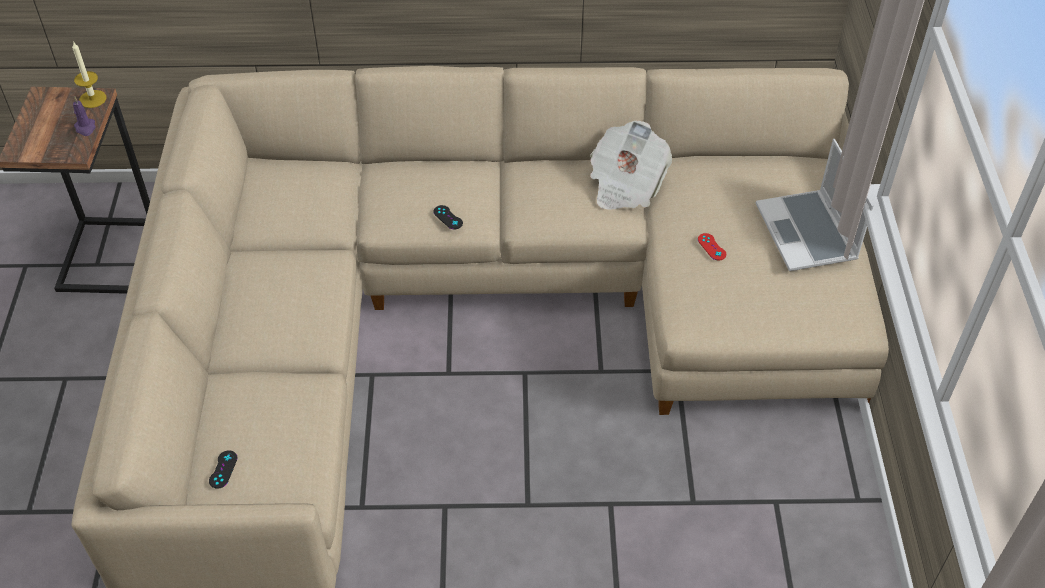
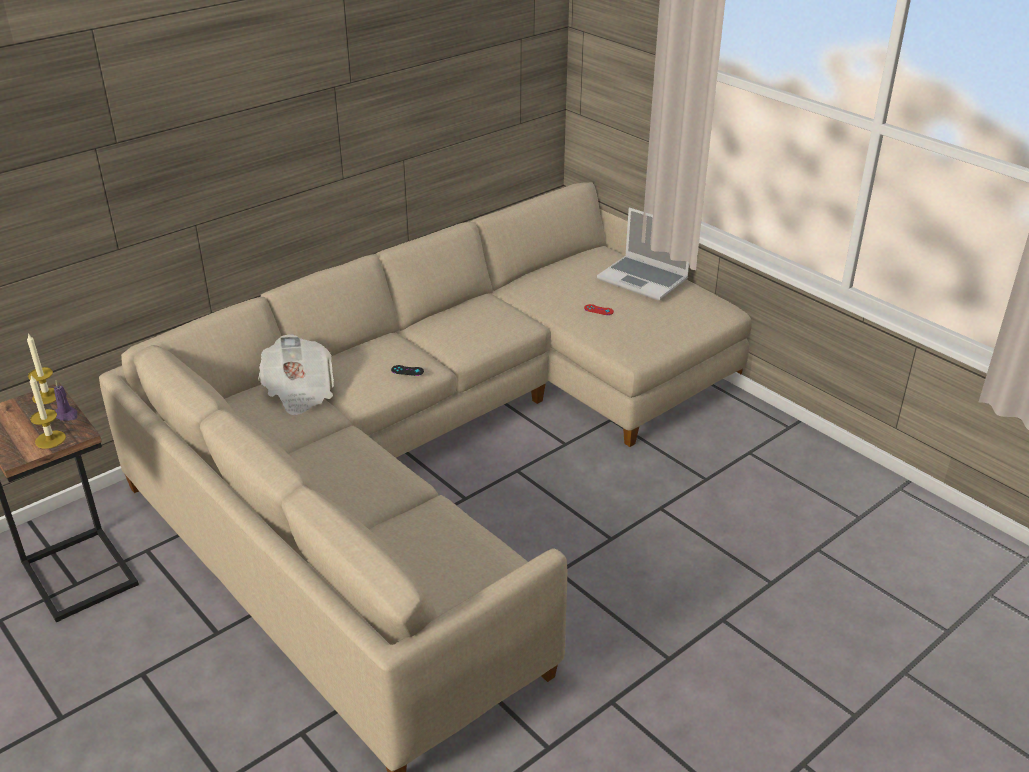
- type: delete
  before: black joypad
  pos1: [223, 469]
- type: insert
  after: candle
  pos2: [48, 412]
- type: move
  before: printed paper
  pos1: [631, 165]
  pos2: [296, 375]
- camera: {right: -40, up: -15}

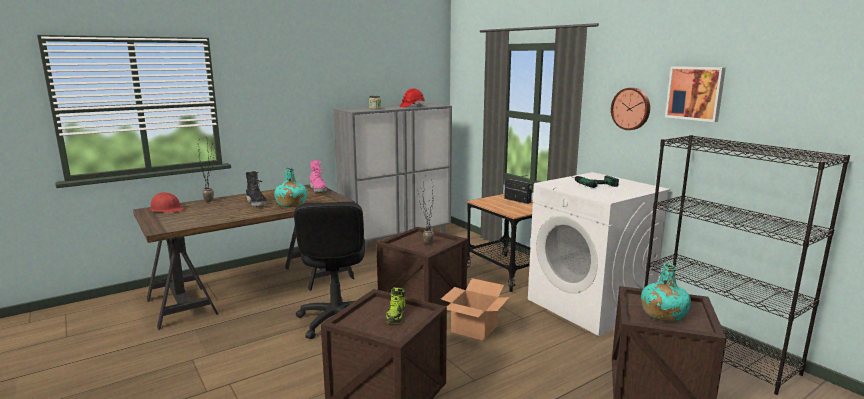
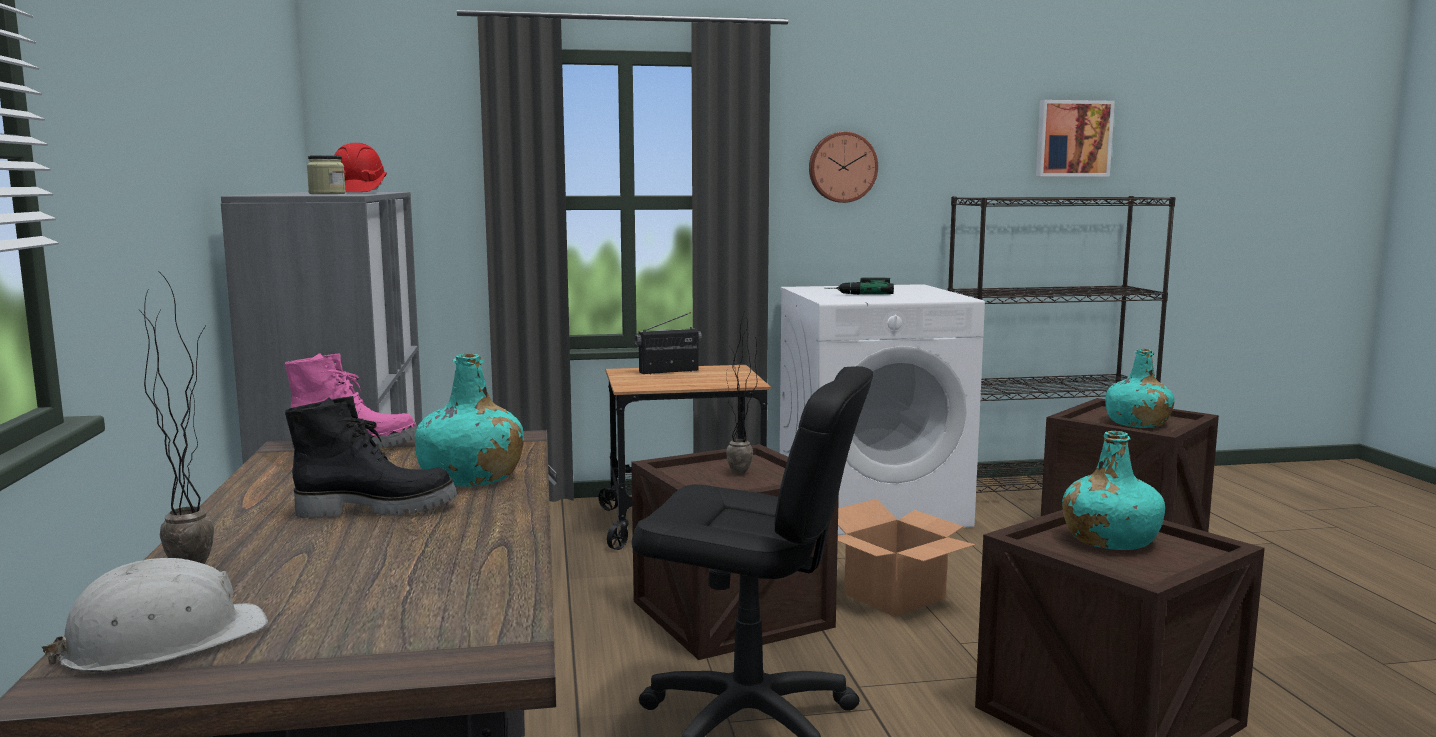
- type: move
  before: picture
  pos1: [695, 94]
  pos2: [1075, 138]
- type: replace
  before: item of footwear
  after: blue-green beverage bottle
  pos1: [395, 305]
  pos2: [1113, 490]
- type: recolor
  before: red-coloured safety helmet
  after: whitish safety helmet
  pos1: [167, 203]
  pos2: [155, 615]
- camera: {right: -65, up: -5}

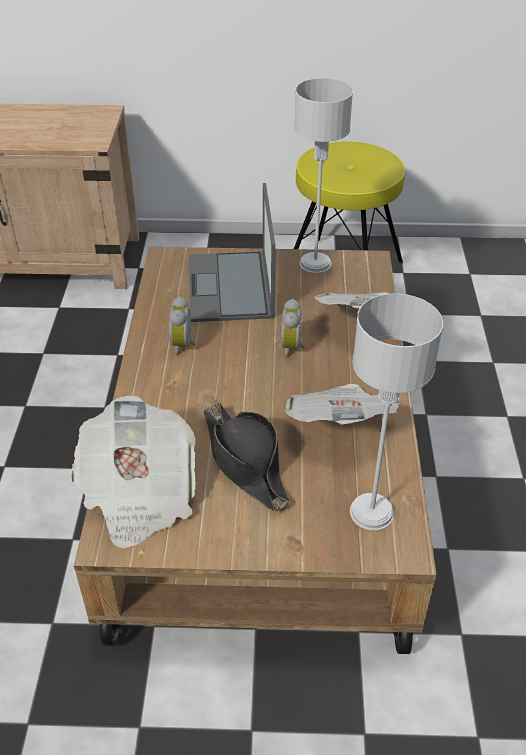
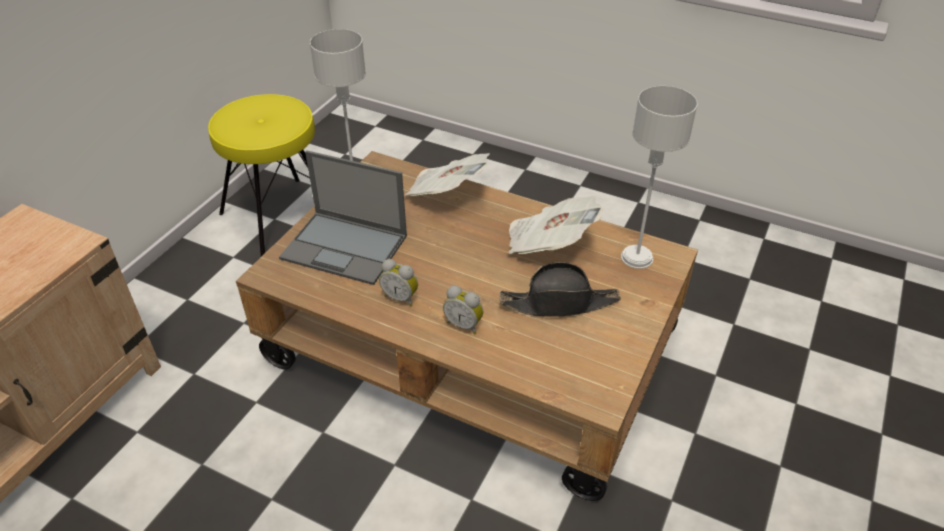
- type: delete
  before: printed paper
  pos1: [133, 472]
- type: move
  before: bedside clock
  pos1: [293, 328]
  pos2: [463, 309]
- camera: {right: -65, up: 0}

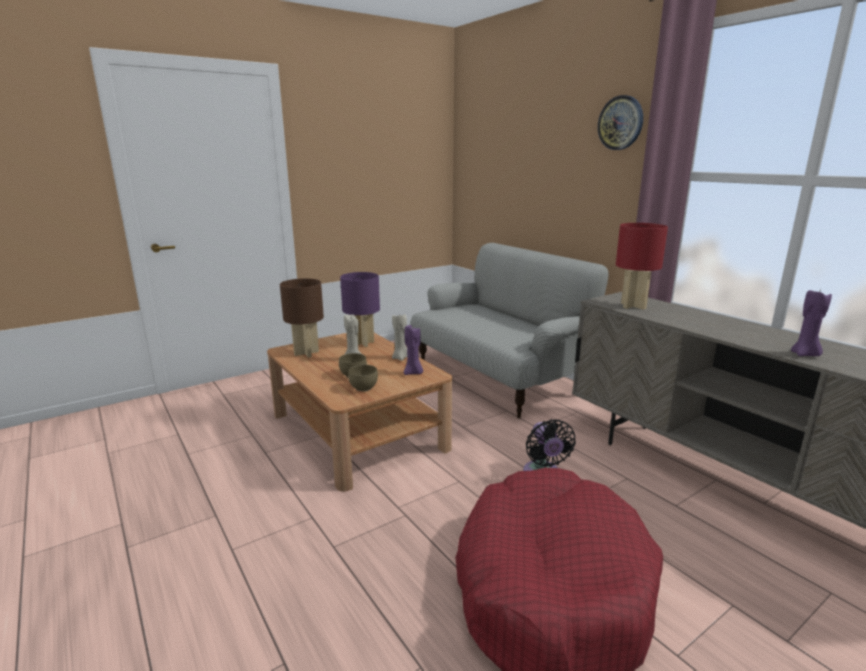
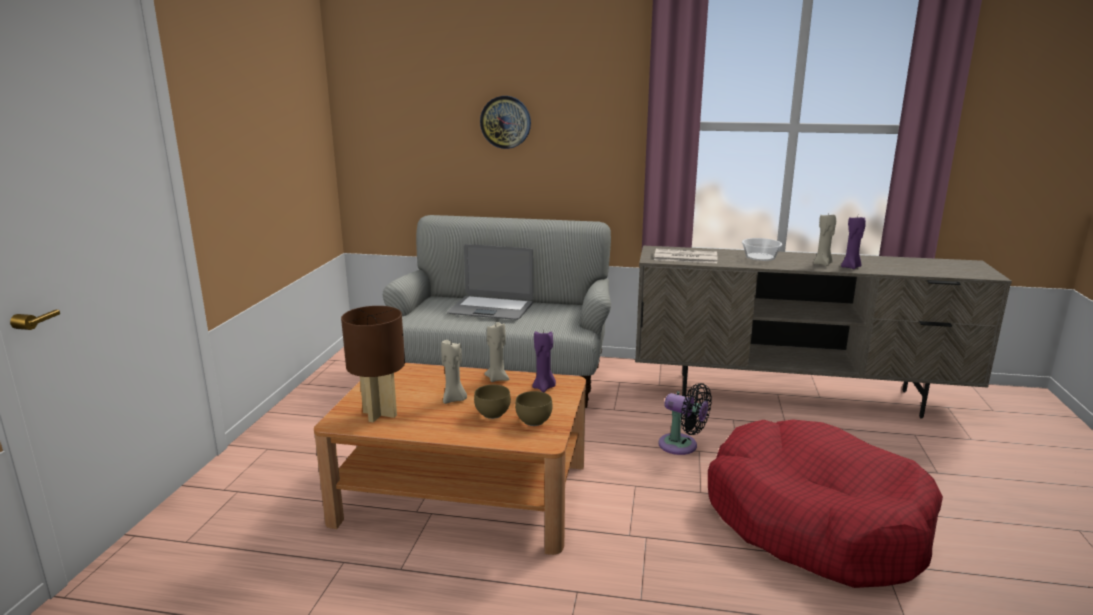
- type: delete
  before: purple-coloured table lamp
  pos1: [360, 309]
- type: insert
  after: notebook computer
  pos2: [490, 282]
- type: insert
  after: bowl
  pos2: [762, 249]
- type: insert
  after: beige candle
  pos2: [824, 240]
- type: move
  before: clock on the wall
  pos1: [620, 122]
  pos2: [505, 122]
- type: replace
  before: red-coloured table lamp
  after: printed paper
  pos1: [642, 266]
  pos2: [685, 256]
- camera: {right: -45, up: 0}

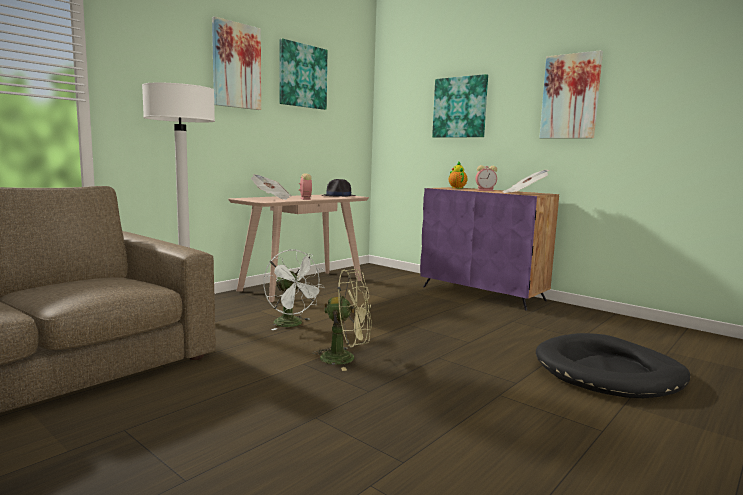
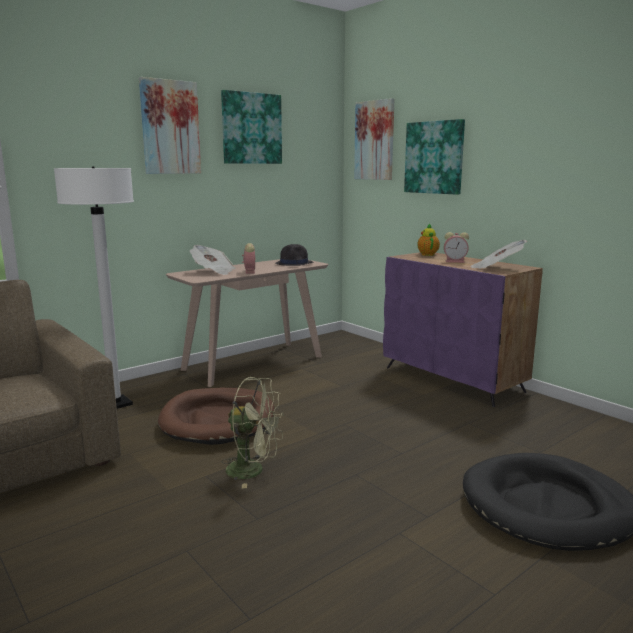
- type: move
  before: picture
  pos1: [571, 94]
  pos2: [374, 139]
- type: replace
  before: whitish fan
  after: brownish dog bed
  pos1: [294, 289]
  pos2: [216, 416]
- camera: {right: 10, up: 5}

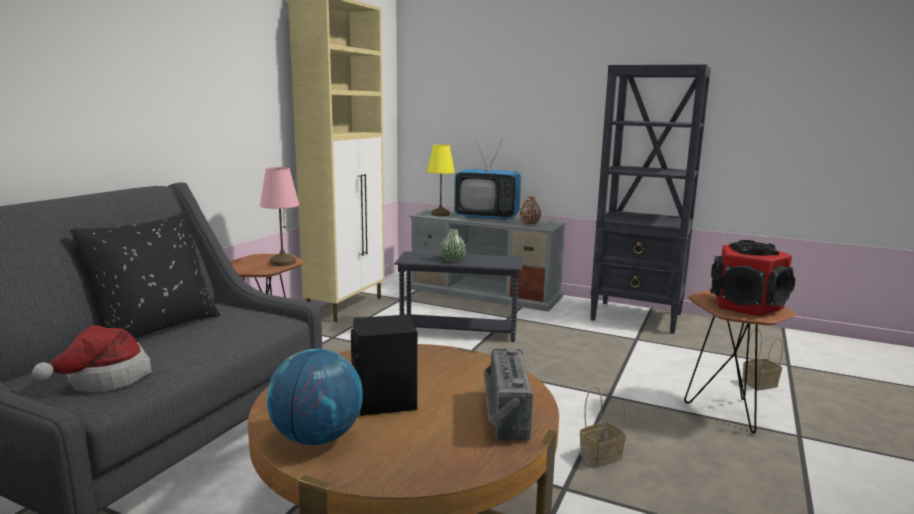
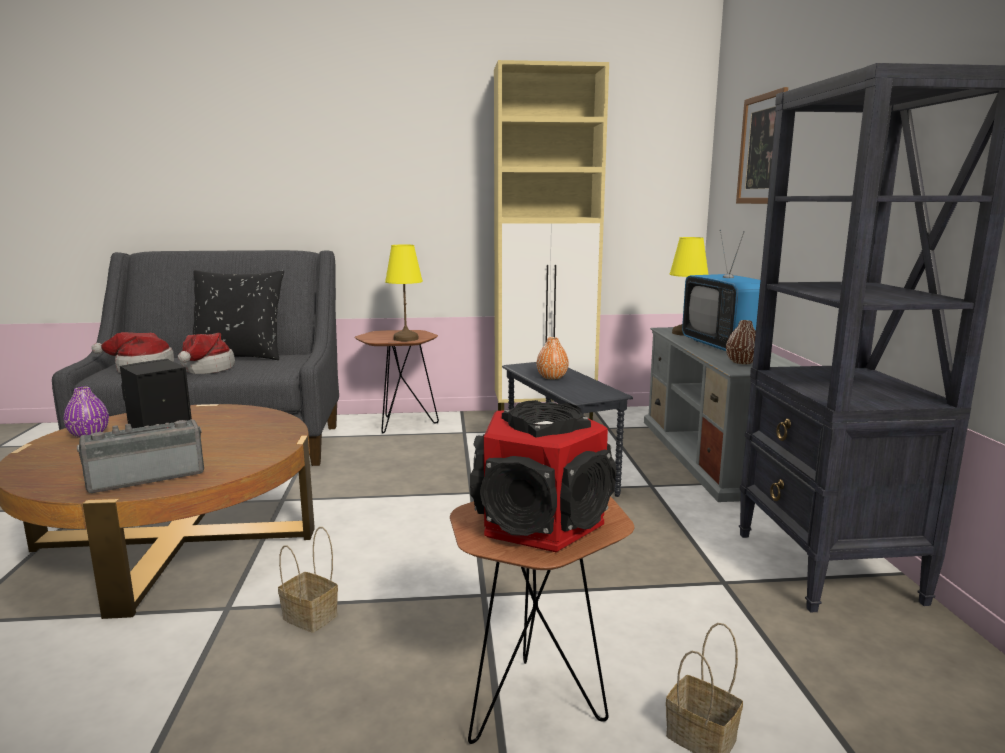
- type: insert
  after: wearable hat
  pos2: [206, 353]
- type: insert
  after: picture
  pos2: [762, 145]
- type: replace
  before: globe
  after: purple-coloured flower vase
  pos1: [314, 397]
  pos2: [86, 412]
- type: recolor
  before: pinkish table lamp
  after: yellow table lamp
  pos1: [279, 216]
  pos2: [404, 292]
- type: recolor
  before: greenish flower vase
  after: orangey flower vase
  pos1: [452, 245]
  pos2: [553, 358]
- camera: {right: 60, up: 0}

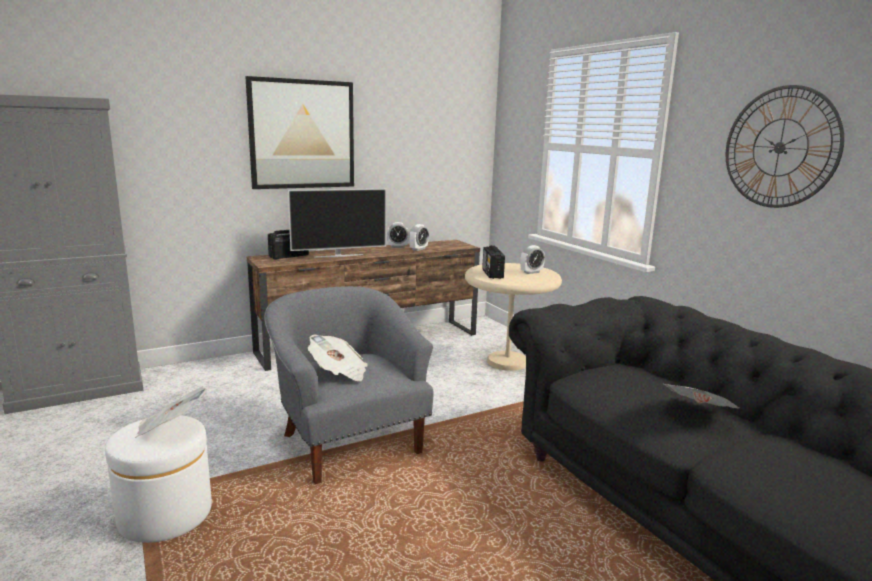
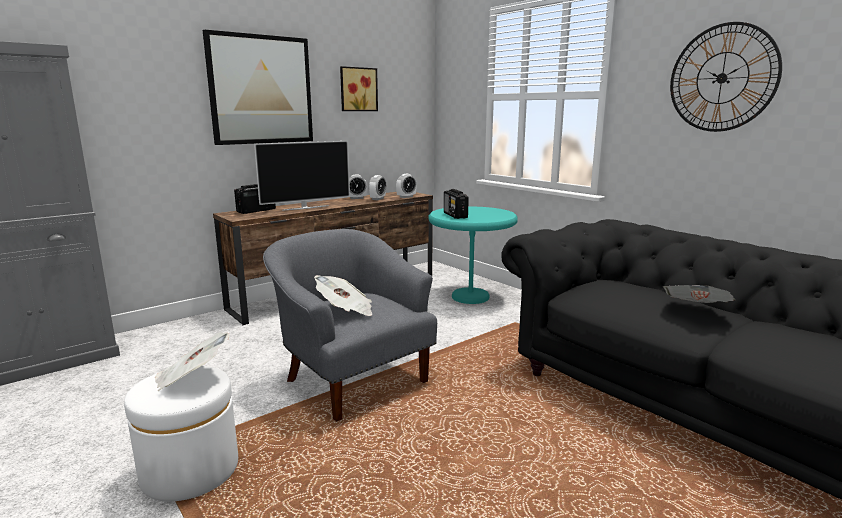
- type: insert
  after: picture
  pos2: [359, 88]
- type: move
  before: bedside clock
  pos1: [532, 259]
  pos2: [406, 186]
- type: recolor
  before: beige end table
  after: blue-green end table
  pos1: [513, 317]
  pos2: [473, 255]
- camera: {right: -10, up: 0}

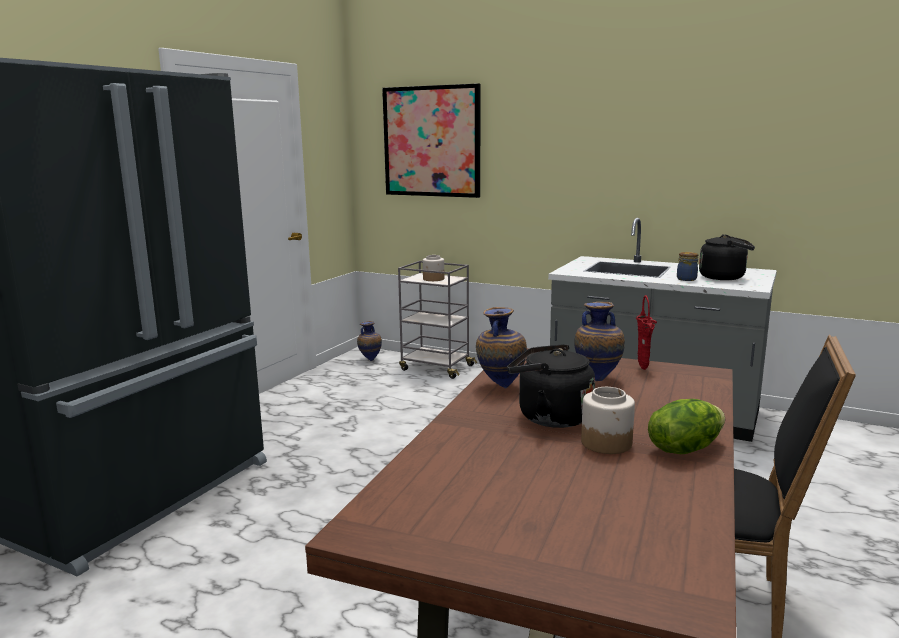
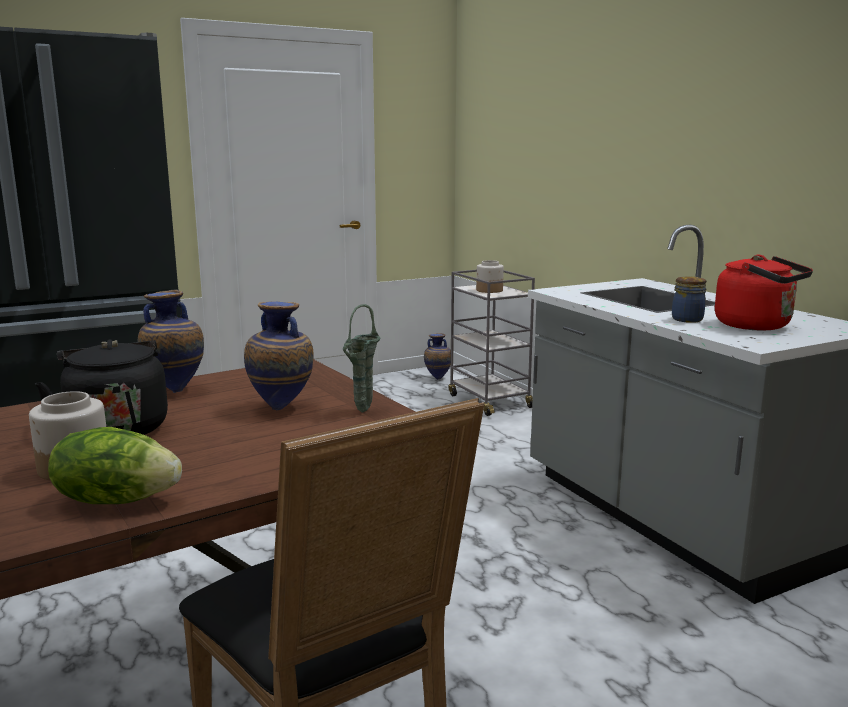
- type: delete
  before: picture
  pos1: [431, 140]
- type: recolor
  before: red-coloured flower vase
  after: greenish flower vase
  pos1: [646, 332]
  pos2: [361, 358]
- type: recolor
  before: black water kettle
  after: red-coloured water kettle
  pos1: [727, 257]
  pos2: [764, 293]
- camera: {right: 35, up: 0}

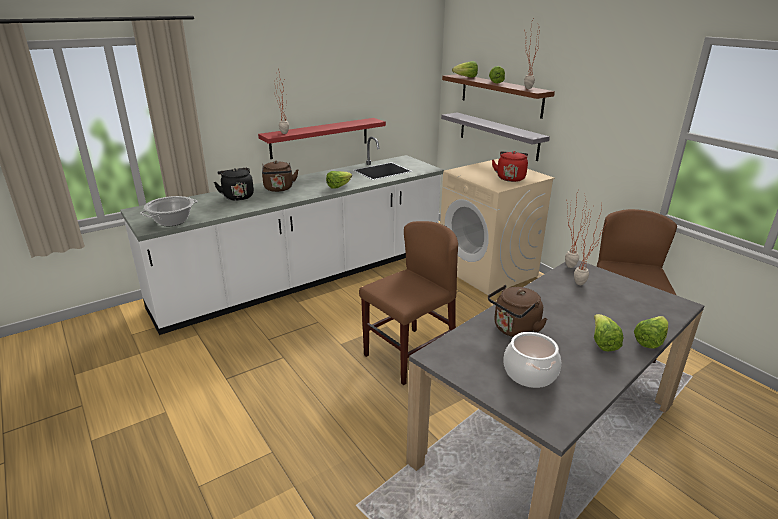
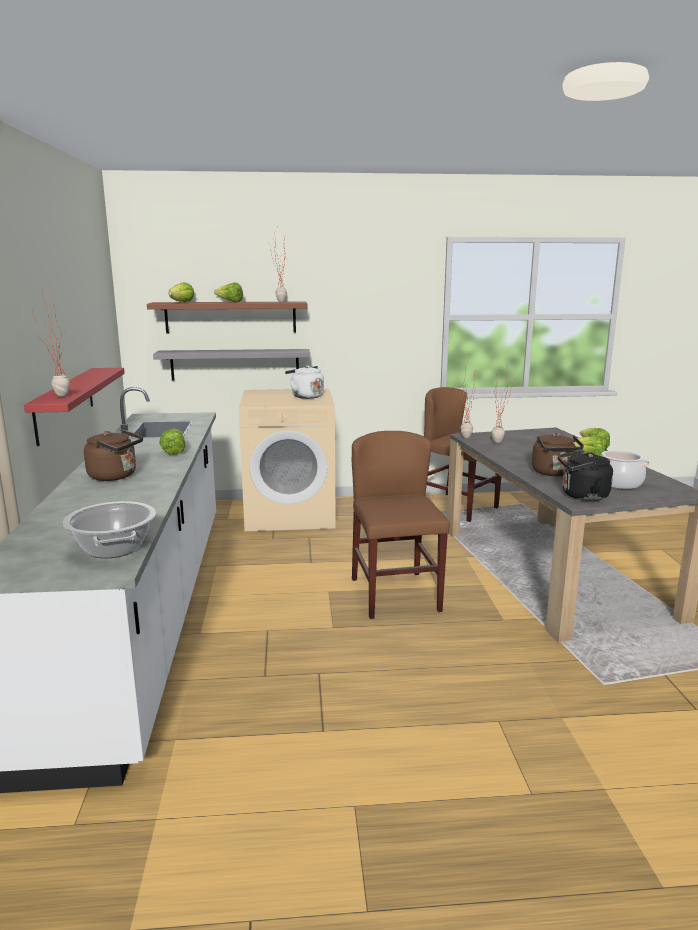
- type: move
  before: black water kettle
  pos1: [234, 184]
  pos2: [585, 475]
- type: recolor
  before: red-coloured water kettle
  after: whitish water kettle
  pos1: [510, 166]
  pos2: [304, 382]
- camera: {right: -60, up: -10}

